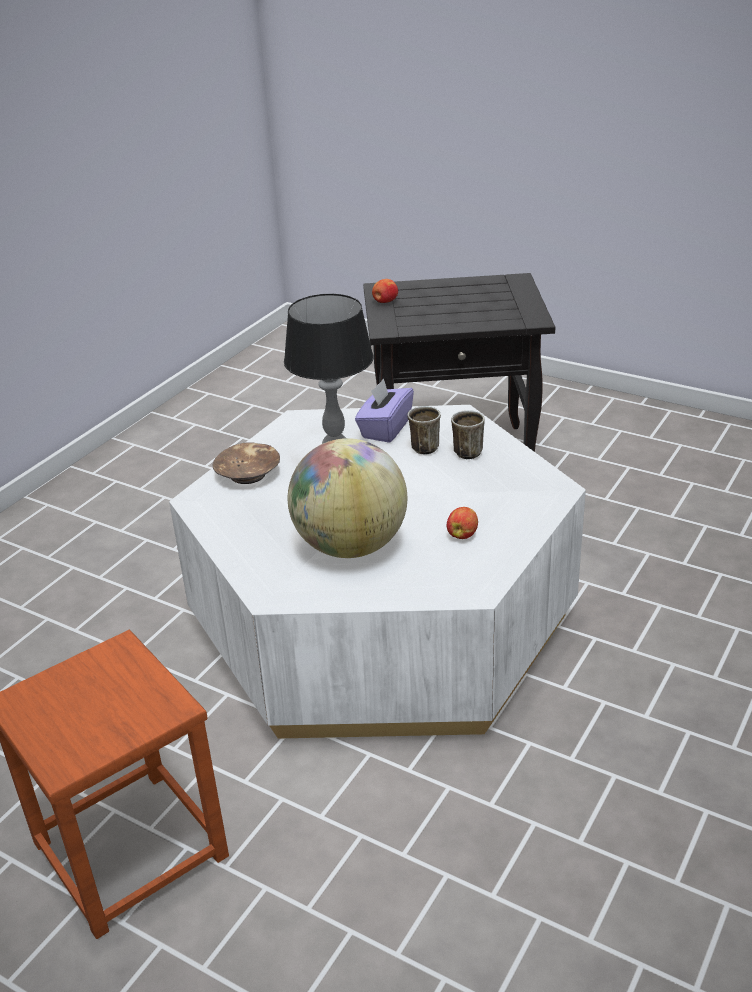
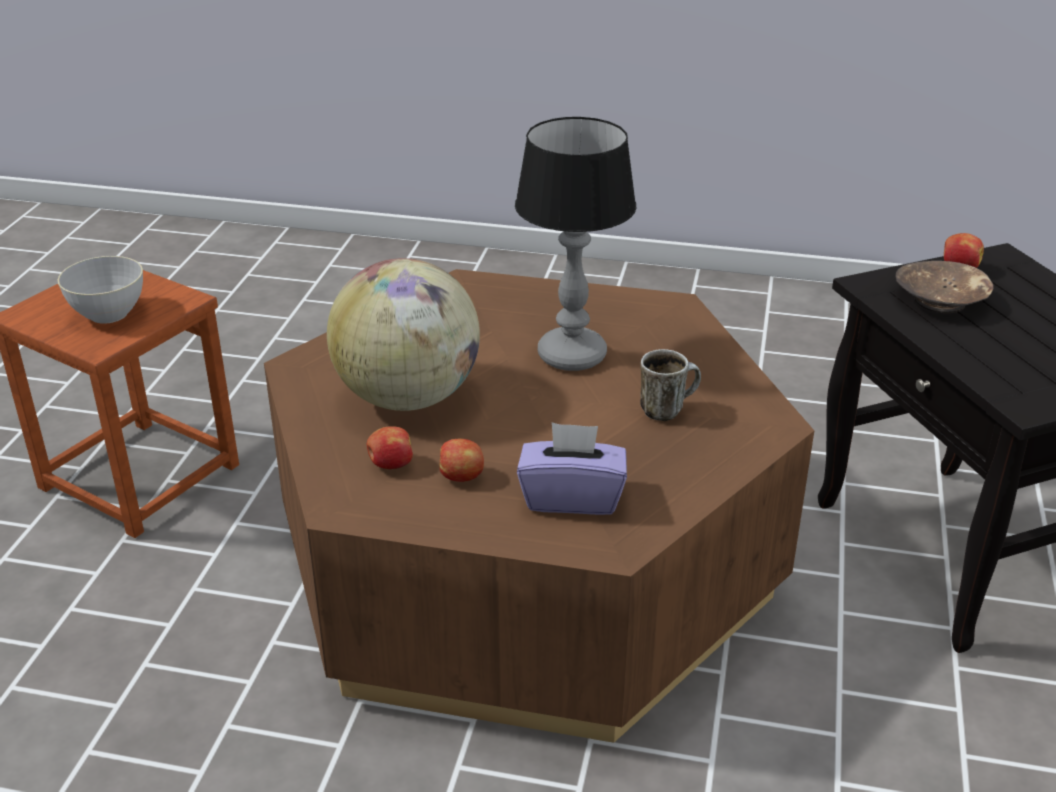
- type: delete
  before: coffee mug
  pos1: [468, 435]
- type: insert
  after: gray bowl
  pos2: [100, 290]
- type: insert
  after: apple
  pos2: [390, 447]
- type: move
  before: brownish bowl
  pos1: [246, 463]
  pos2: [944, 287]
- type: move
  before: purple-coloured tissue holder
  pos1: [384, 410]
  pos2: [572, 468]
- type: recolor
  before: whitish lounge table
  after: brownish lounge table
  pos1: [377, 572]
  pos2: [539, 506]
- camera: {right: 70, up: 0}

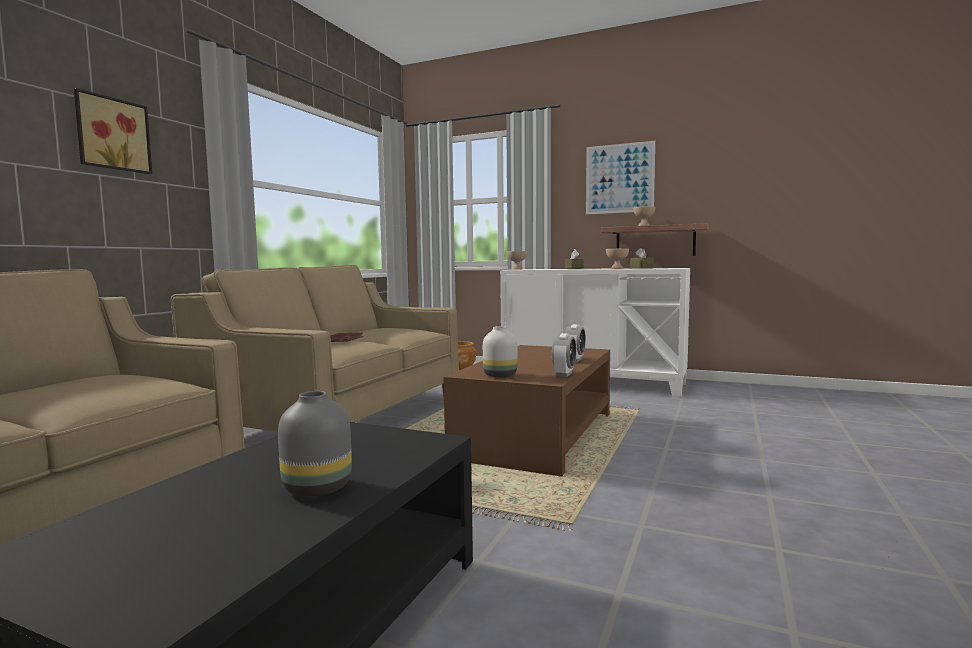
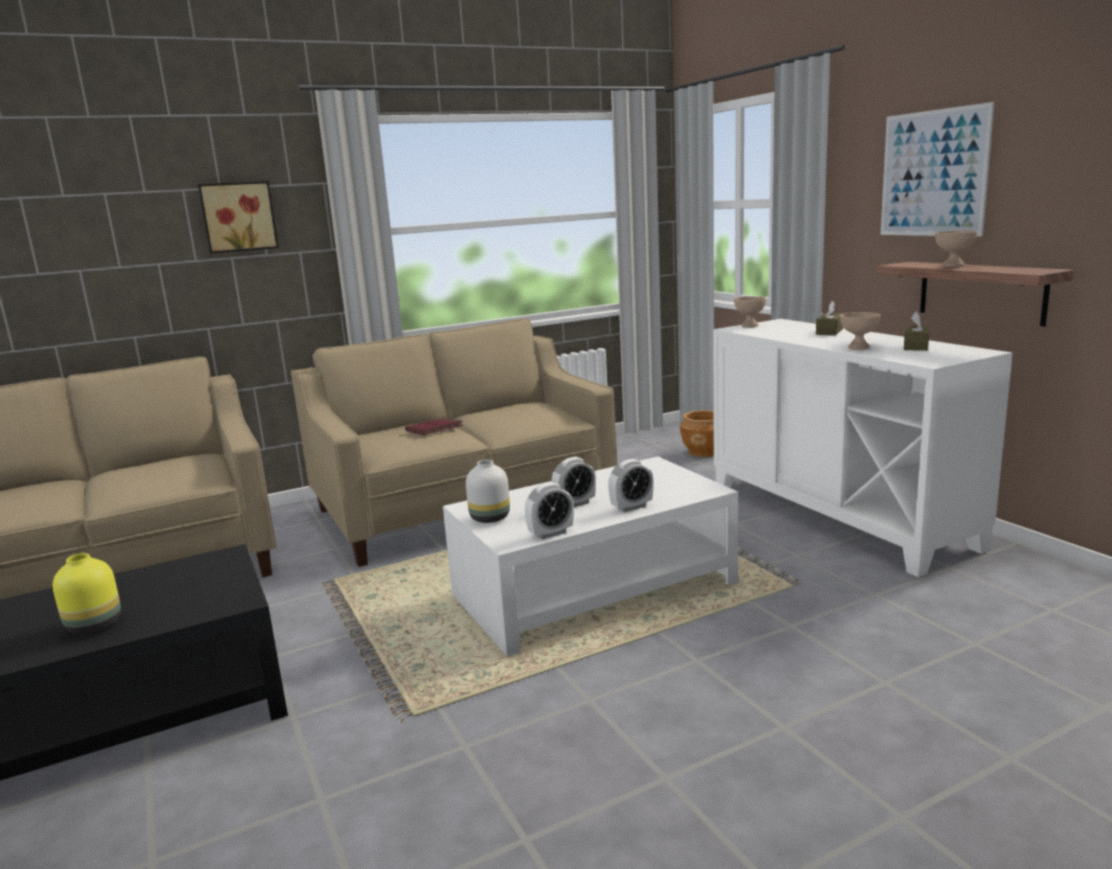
- type: insert
  after: bedside clock
  pos2: [573, 482]
- type: recolor
  before: gray flower vase
  after: yellow flower vase
  pos1: [315, 444]
  pos2: [87, 593]
- type: recolor
  before: brownish lounge table
  after: whitish lounge table
  pos1: [527, 411]
  pos2: [590, 556]
- camera: {right: 40, up: 10}

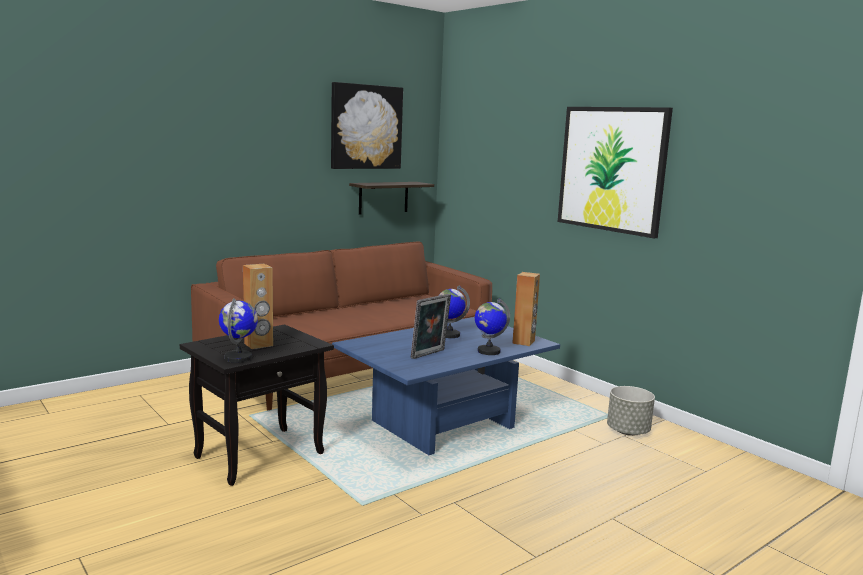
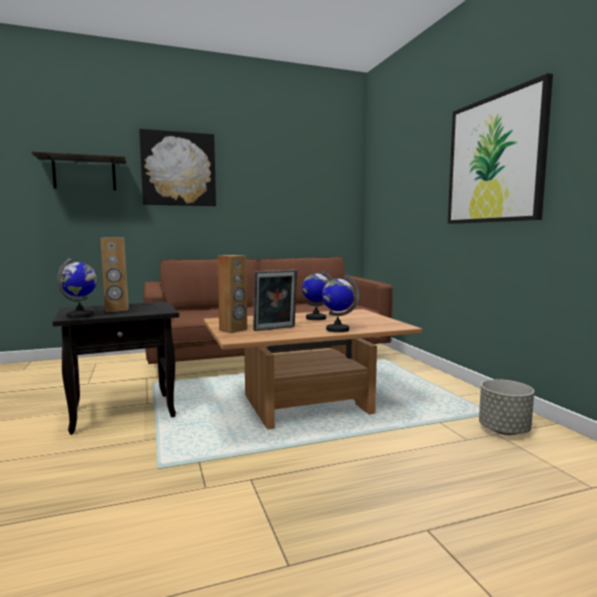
- type: move
  before: picture
  pos1: [367, 125]
  pos2: [177, 167]
- type: move
  before: wall shelf
  pos1: [391, 198]
  pos2: [79, 171]
- type: move
  before: brownish loudspeaker
  pos1: [526, 309]
  pos2: [232, 294]
- type: recolor
  before: bluish lounge table
  after: brownish lounge table
  pos1: [446, 386]
  pos2: [312, 369]
- camera: {right: 20, up: -5}

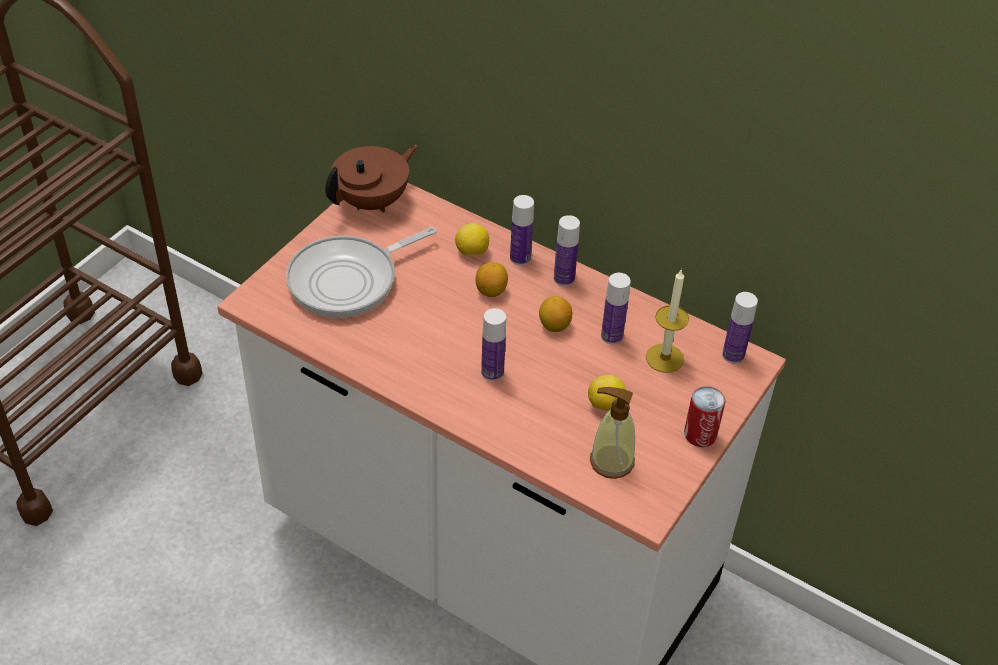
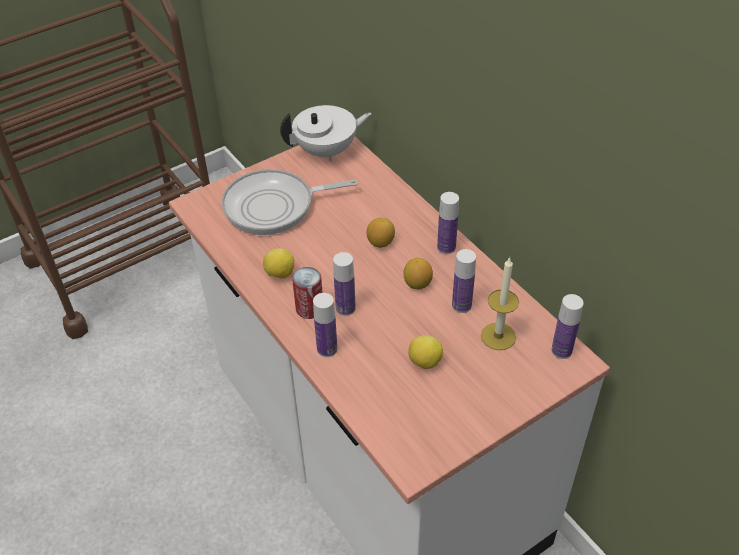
- type: delete
  before: soap dispenser
  pos1: [612, 433]
- type: move
  before: whole lemon
  pos1: [472, 239]
  pos2: [278, 263]
- type: move
  before: beverage bottle
  pos1: [522, 230]
  pos2: [325, 325]
- type: move
  before: can
  pos1: [704, 416]
  pos2: [307, 293]
- type: recolor
  before: brownish tea pot
  after: whitish tea pot
  pos1: [371, 179]
  pos2: [326, 133]
- camera: {right: 25, up: 0}

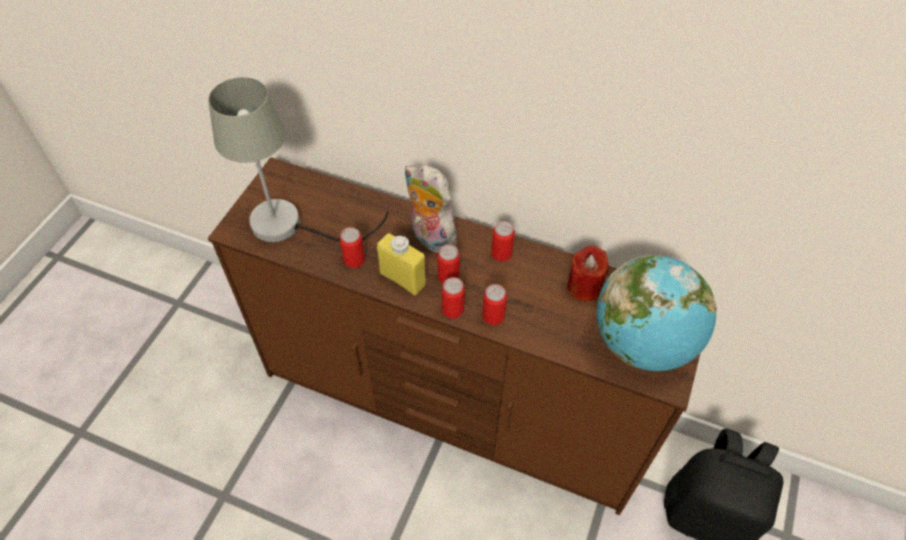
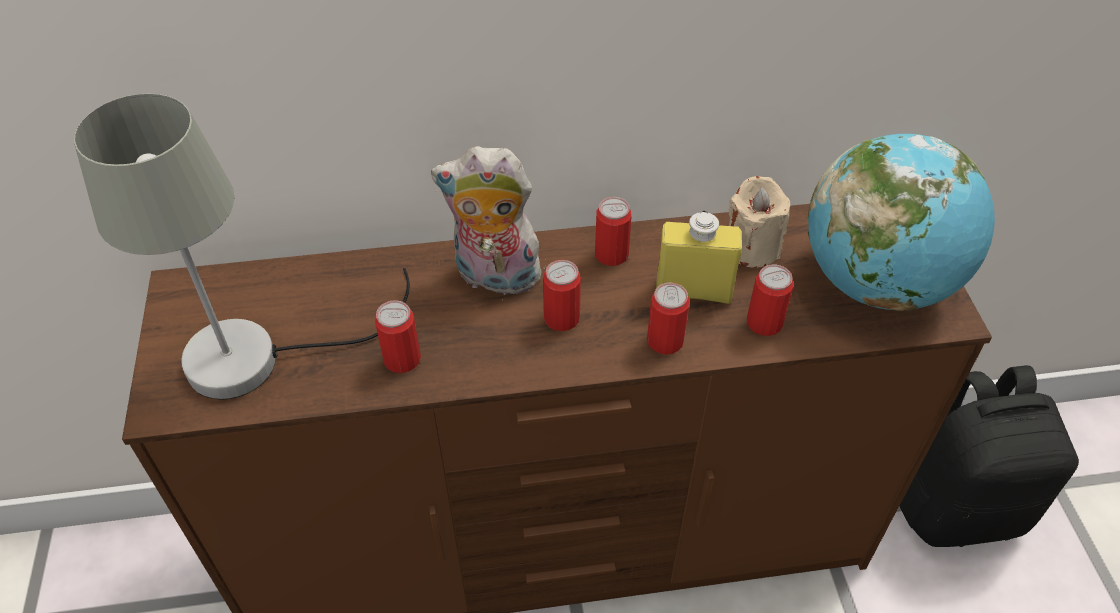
- type: move
  before: yellow beverage bottle
  pos1: [401, 264]
  pos2: [699, 257]
- type: move
  before: can
  pos1: [453, 298]
  pos2: [770, 300]
- type: recolor
  before: red-coloured candle
  after: beige candle
  pos1: [588, 273]
  pos2: [759, 222]
- camera: {right: -30, up: -5}

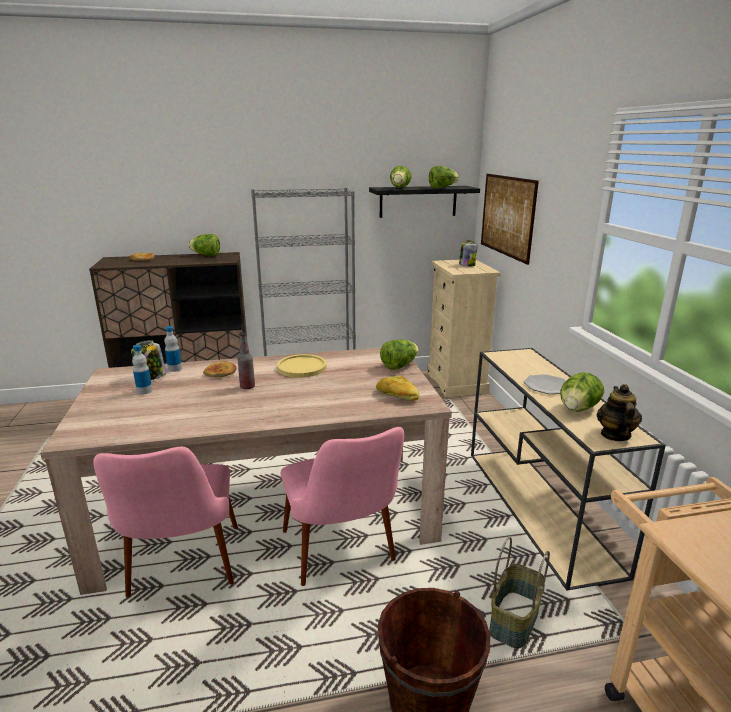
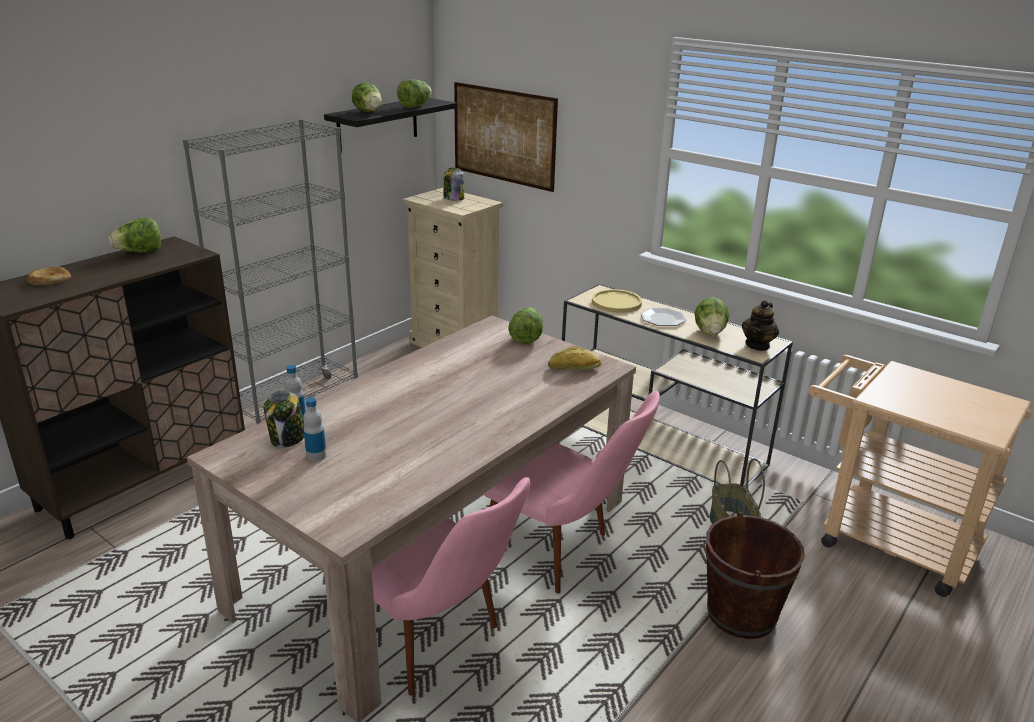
- type: delete
  before: baked bread
  pos1: [220, 369]
- type: delete
  before: beverage bottle
  pos1: [246, 360]
- type: move
  before: yellow dinner plate
  pos1: [302, 366]
  pos2: [617, 301]
- type: rotate
  before: tea pot
  pos1: [619, 412]
  pos2: [760, 325]
  turn: -120
- camera: {right: -40, up: 5}

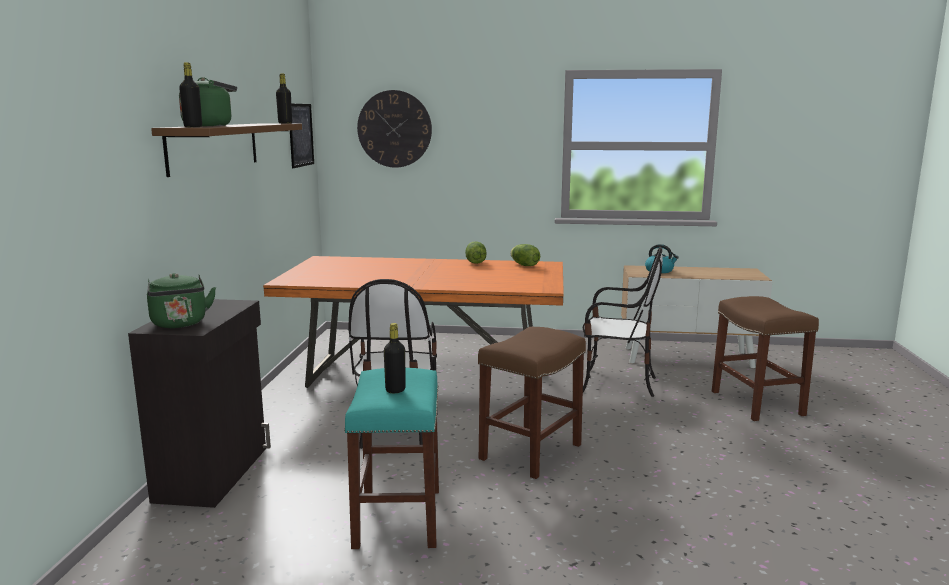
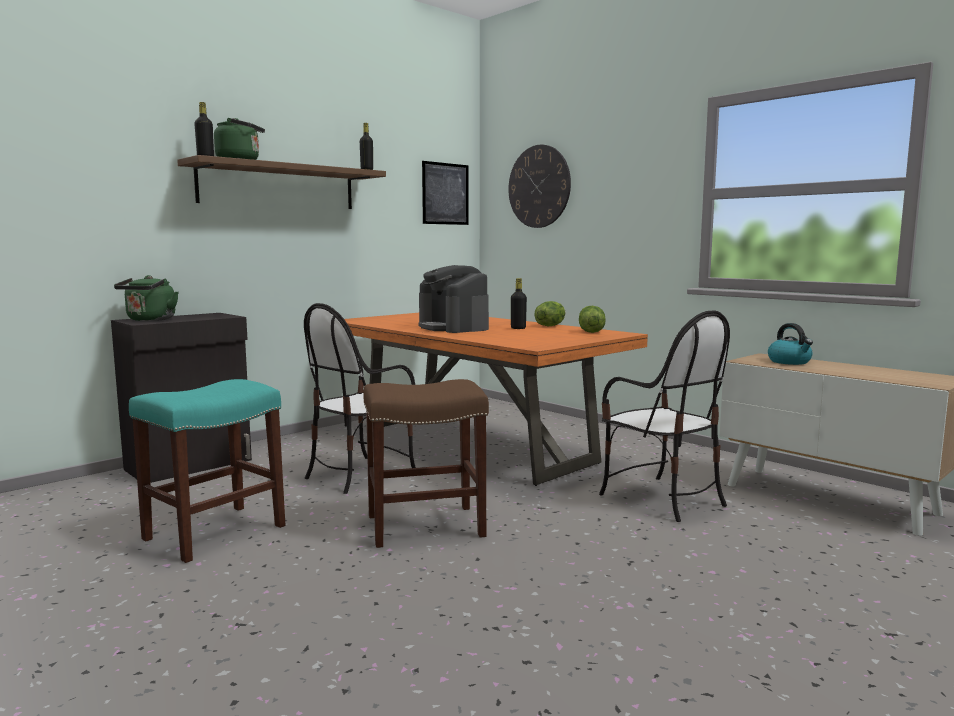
- type: delete
  before: brownish stool
  pos1: [765, 358]
- type: insert
  after: coffee brewer
  pos2: [453, 299]
- type: move
  before: black beverage bottle
  pos1: [395, 358]
  pos2: [519, 303]
- camera: {right: 40, up: -5}

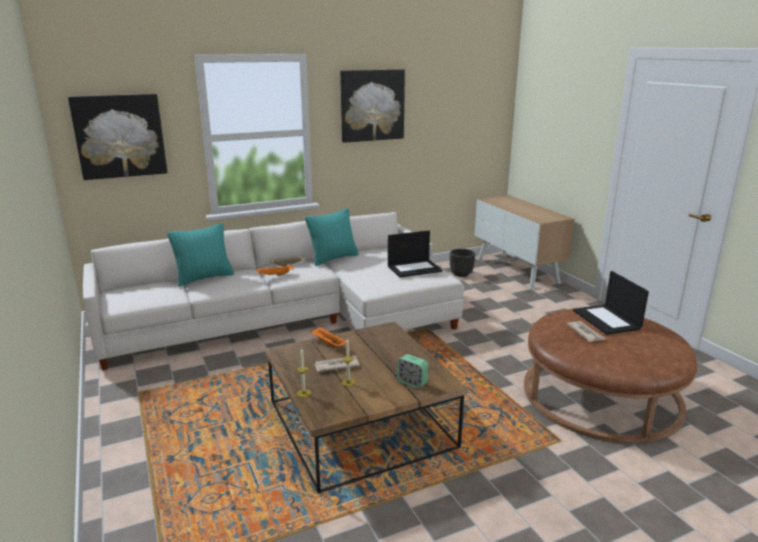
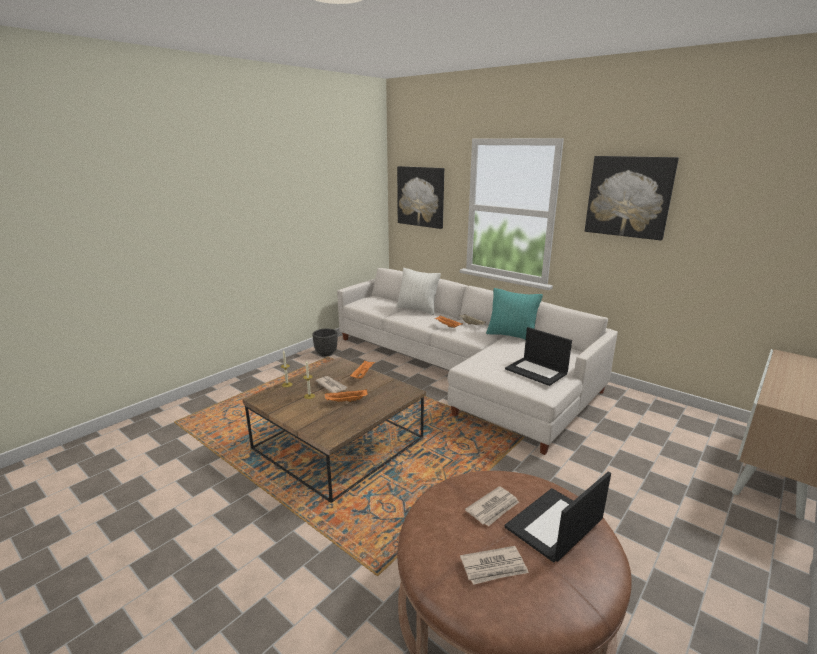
- type: delete
  before: bedside clock
  pos1: [413, 371]
- type: insert
  after: orangey carrying tray
  pos2: [346, 396]
- type: insert
  after: printed paper
  pos2: [494, 565]
- type: move
  before: black plant pot
  pos1: [462, 263]
  pos2: [324, 342]
- type: recolor
  before: blue-green cushion
  after: whitish cushion
  pos1: [200, 254]
  pos2: [418, 291]
- camera: {right: 65, up: 0}

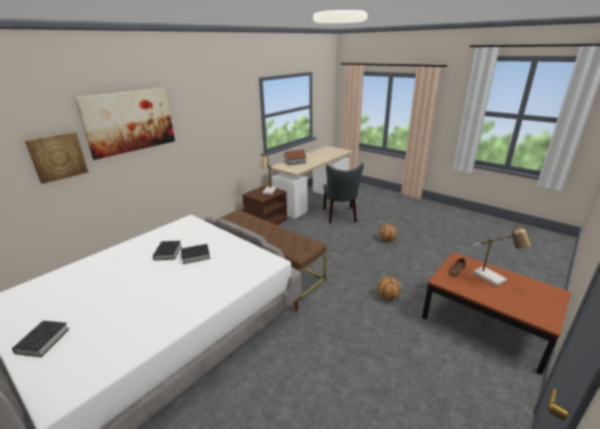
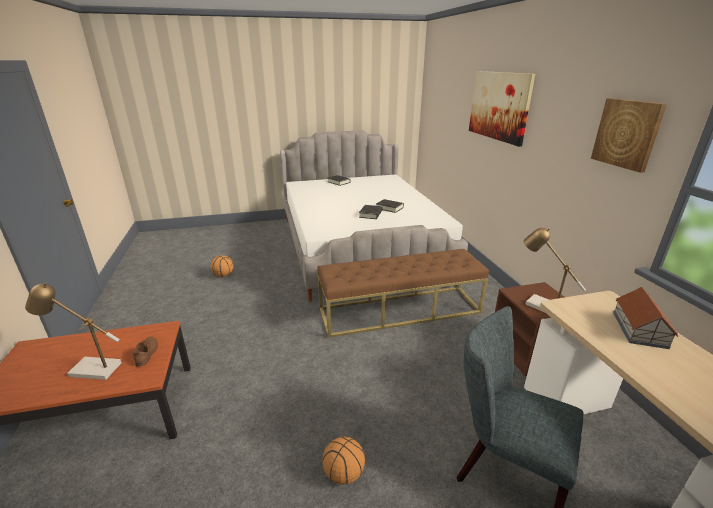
- type: move
  before: picture
  pos1: [56, 158]
  pos2: [629, 135]
- type: move
  before: basketball
  pos1: [389, 288]
  pos2: [221, 266]
- camera: {right: 125, up: 0}

